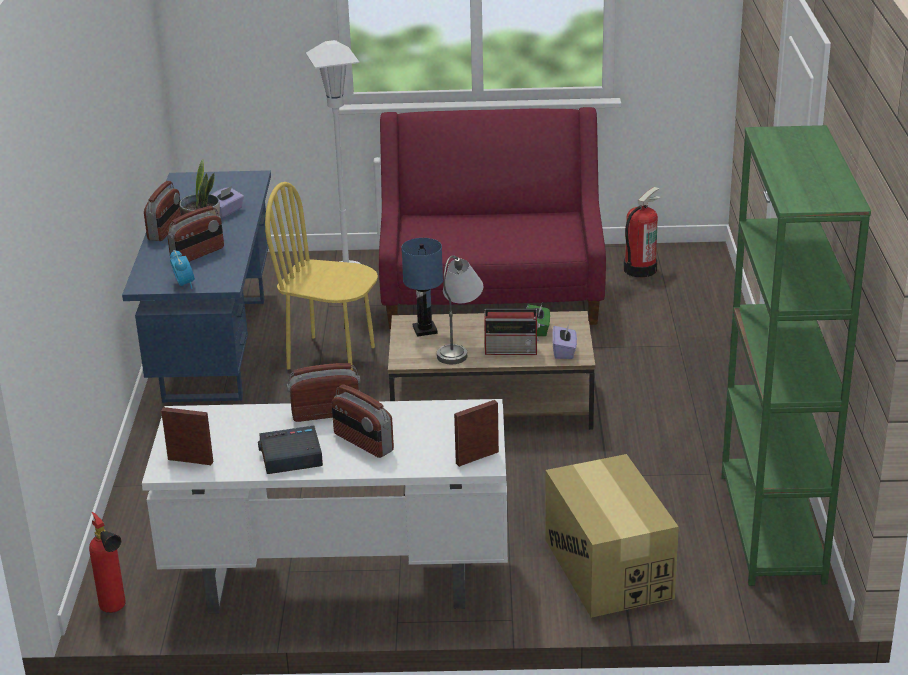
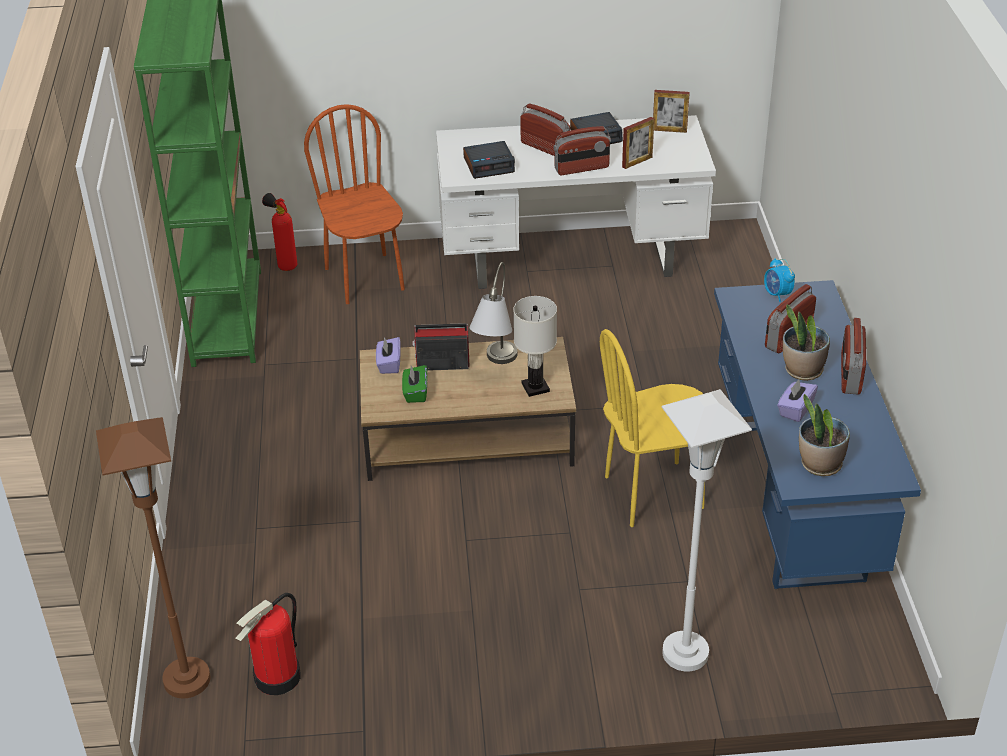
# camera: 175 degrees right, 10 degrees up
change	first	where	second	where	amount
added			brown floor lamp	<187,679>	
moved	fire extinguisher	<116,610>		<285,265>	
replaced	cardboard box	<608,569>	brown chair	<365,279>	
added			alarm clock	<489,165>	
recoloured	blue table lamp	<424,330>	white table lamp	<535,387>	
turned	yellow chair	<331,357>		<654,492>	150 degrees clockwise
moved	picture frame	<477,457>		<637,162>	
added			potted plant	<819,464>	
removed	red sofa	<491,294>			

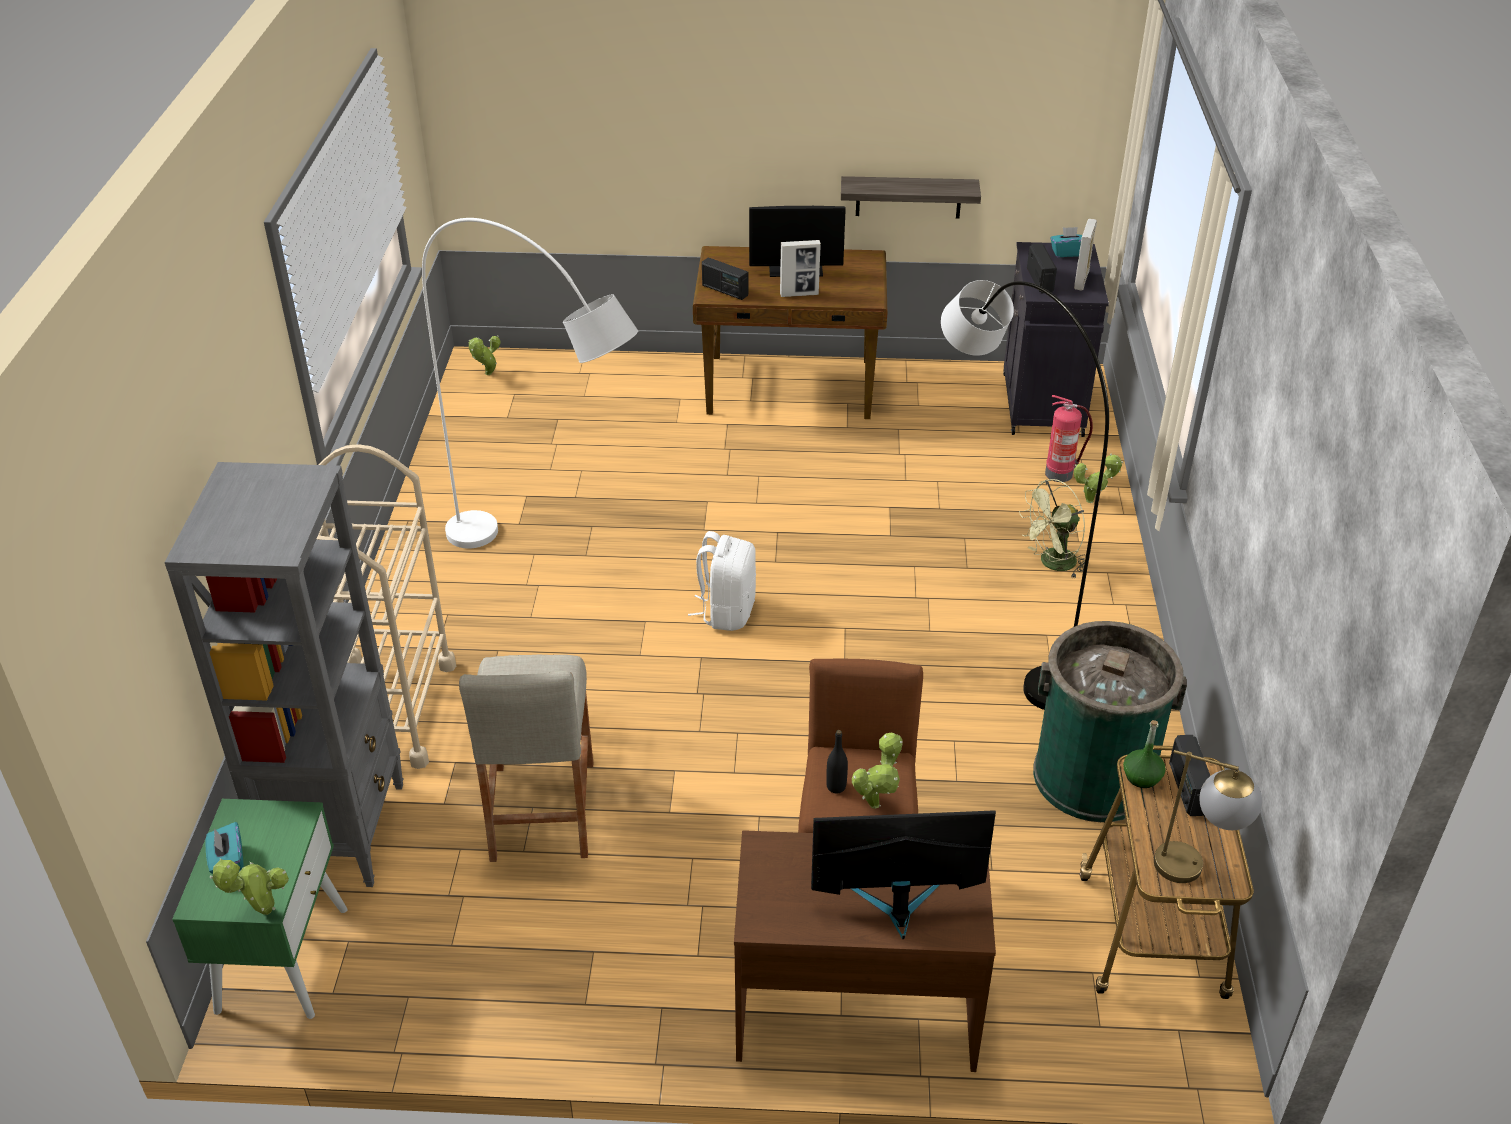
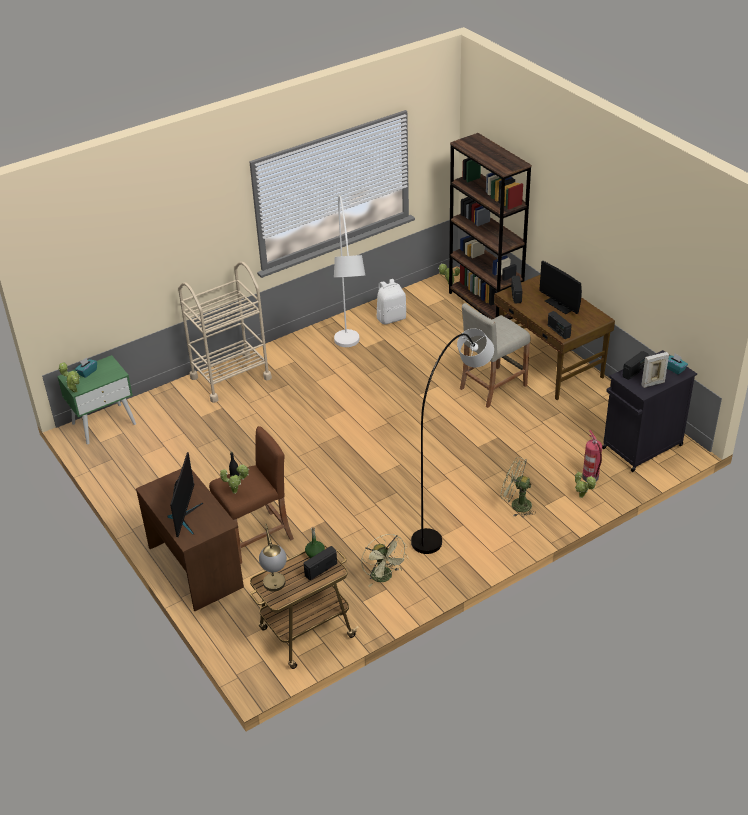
# camera: 55 degrees right, 0 degrees up
change	first	where	second	where	amount
turned	monitor	<897,904>		<185,517>	45 degrees clockwise
replaced	green trash can	<1093,776>	green fan	<384,577>	
moved	white backpack	<726,612>		<391,318>	
added			brown bookcase	<485,305>	
moved	beige stool	<541,810>		<493,386>	
added			radio	<558,331>	
removed	grey bookcase	<338,831>			
removed	picture frame	<799,294>			
removed	shelf	<908,197>			

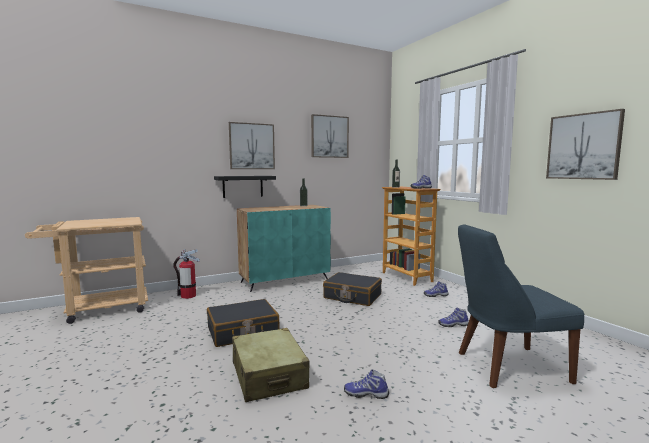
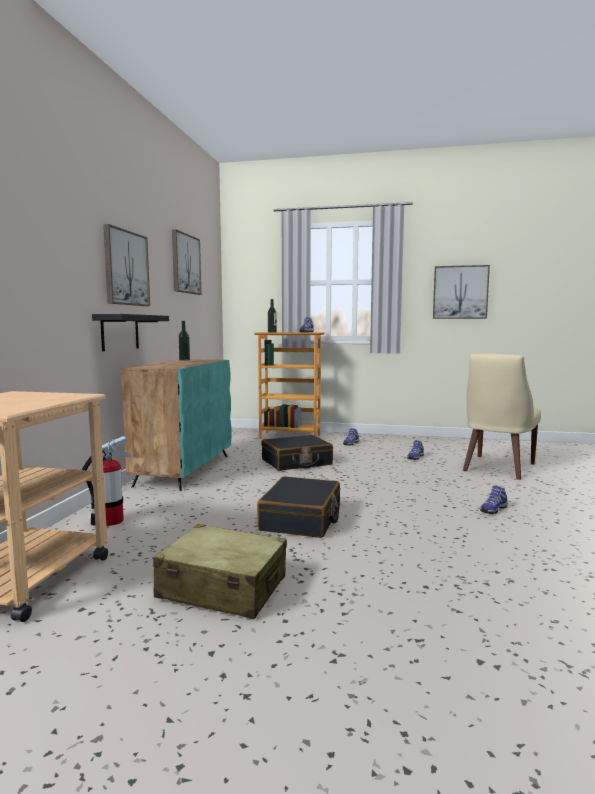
# camera: 50 degrees left, 0 degrees up
change	first	where	second	where	amount
moved	beige suitcase	<269,375>		<223,588>	
recoloured	blue chair	<507,367>	beige chair	<497,468>	

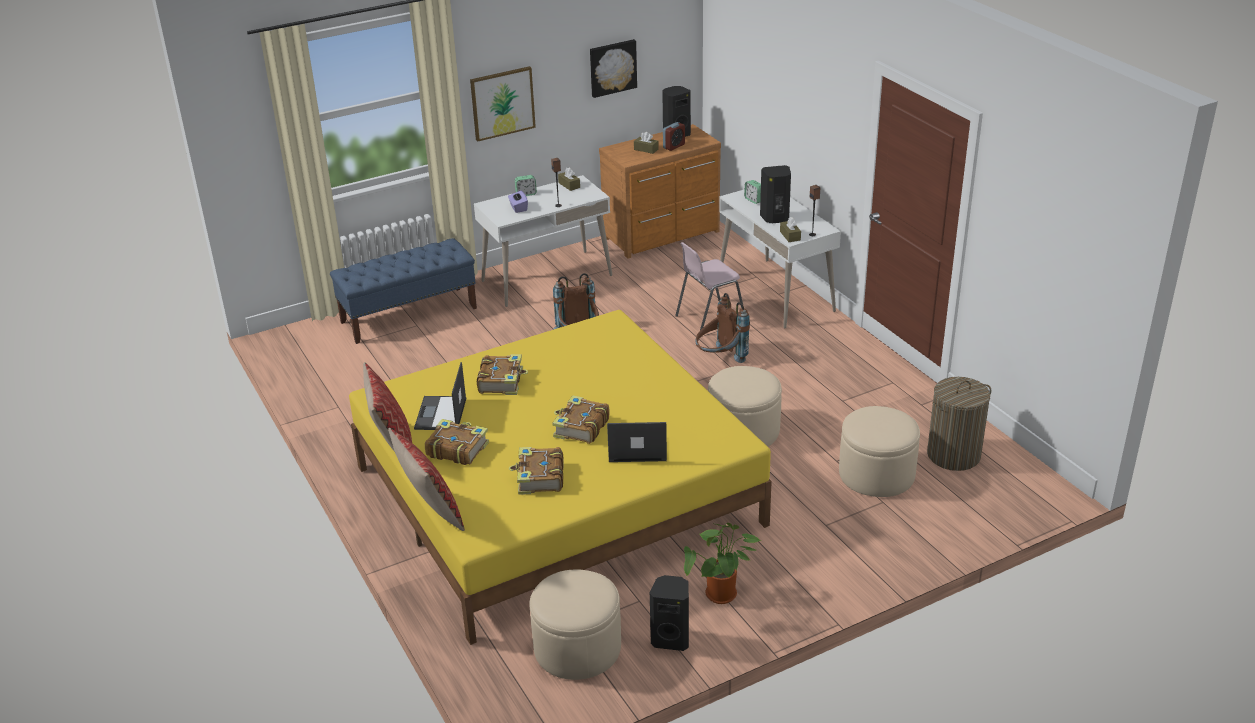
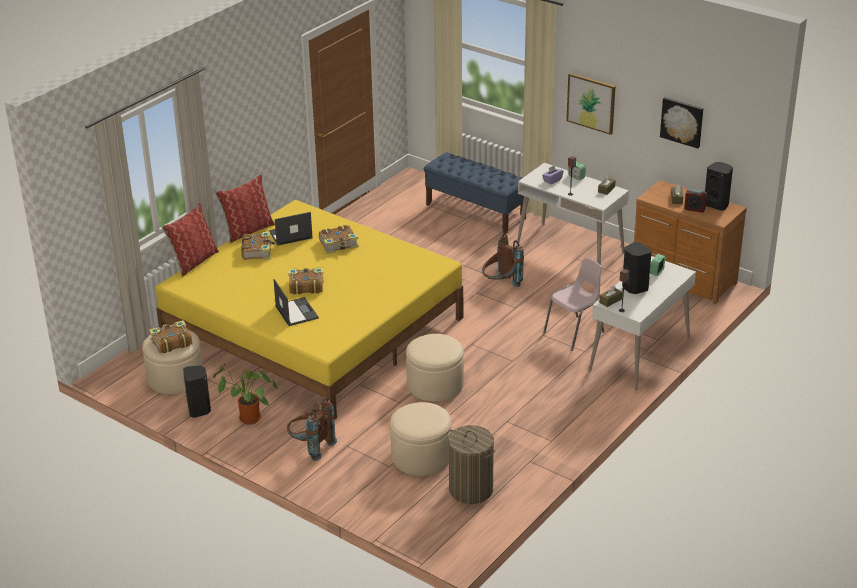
# camera: 65 degrees right, 0 degrees up
change	first	where	second	where	amount
moved	book	<539,478>		<171,342>	
moved	brown backpack	<720,360>		<310,447>	
turned	pink chair	<709,318>		<575,333>	105 degrees clockwise

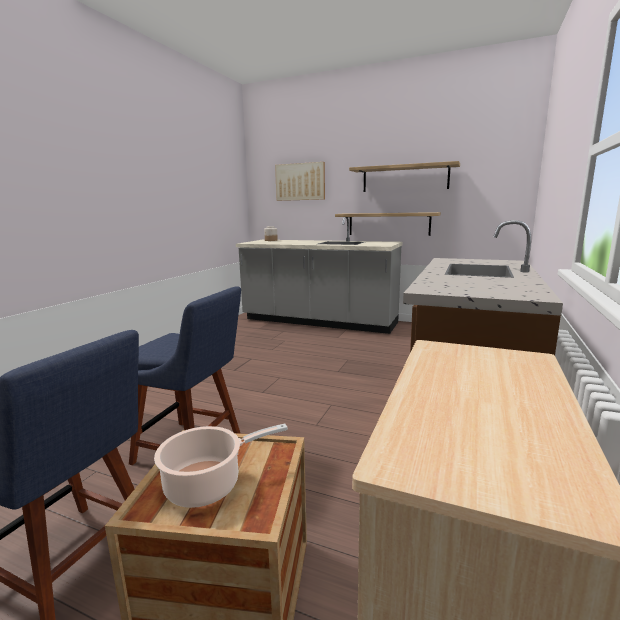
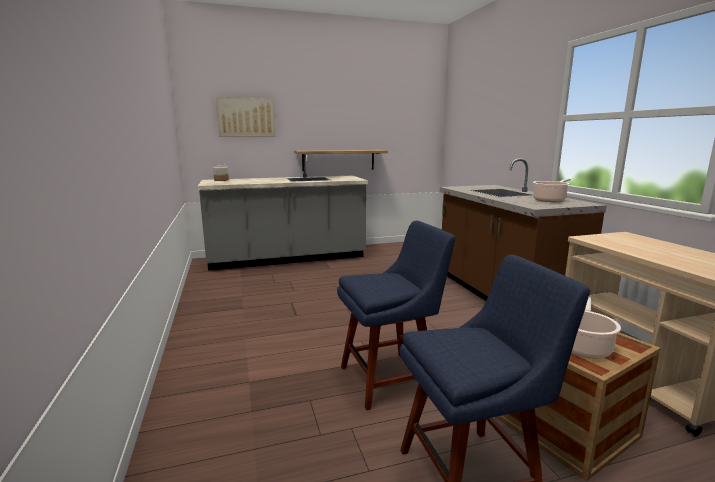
# camera: 40 degrees left, 0 degrees up
change	first	where	second	where	amount
added			cooking pot	<550,200>	
removed	shelf	<405,178>			

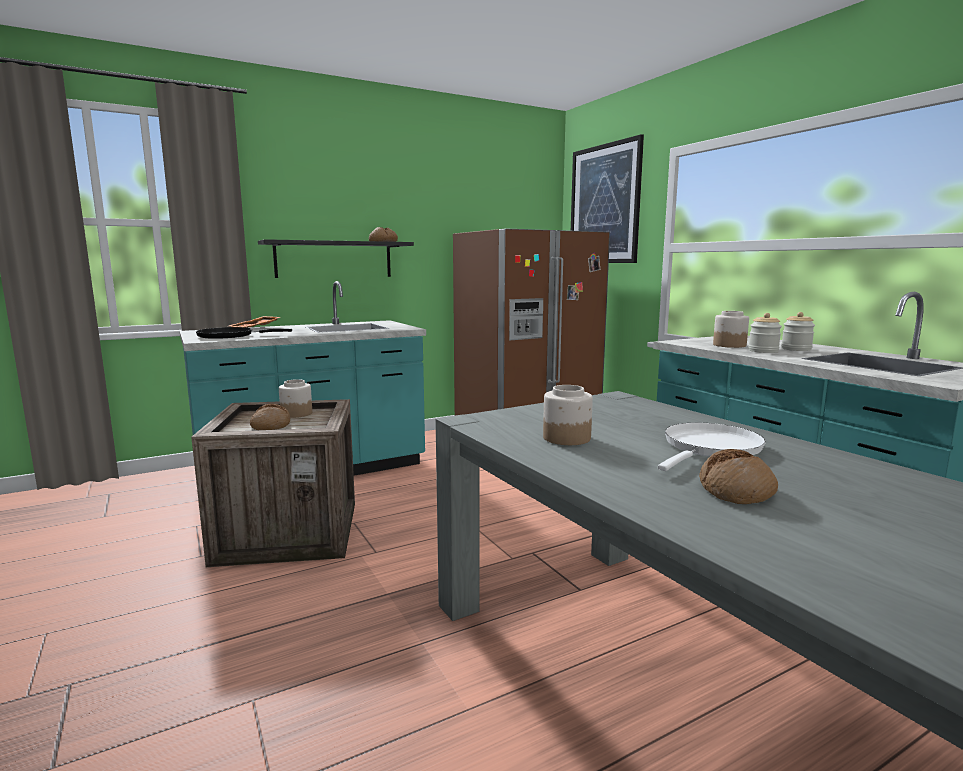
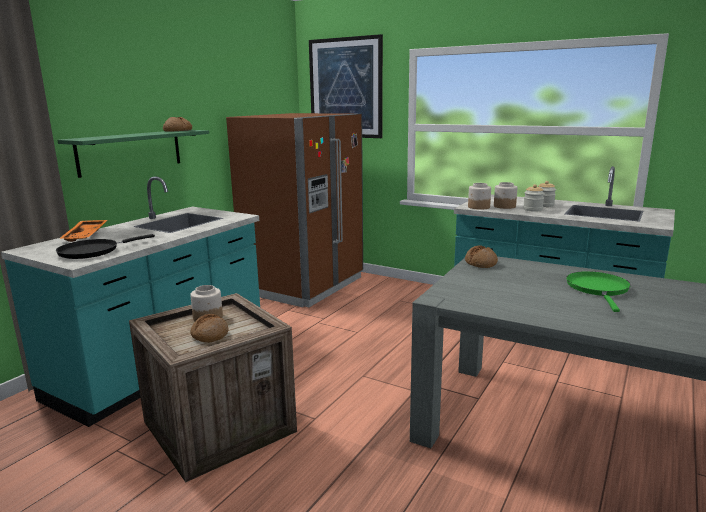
# camera: 30 degrees left, 5 degrees up
change	first	where	second	where	amount
recoloured	black shelf	<334,259>	green shelf	<131,152>	
moved	bread	<737,491>		<481,263>	
moved	jar	<566,438>		<478,207>	
recoloured	white frying pan	<709,448>	green frying pan	<598,289>	

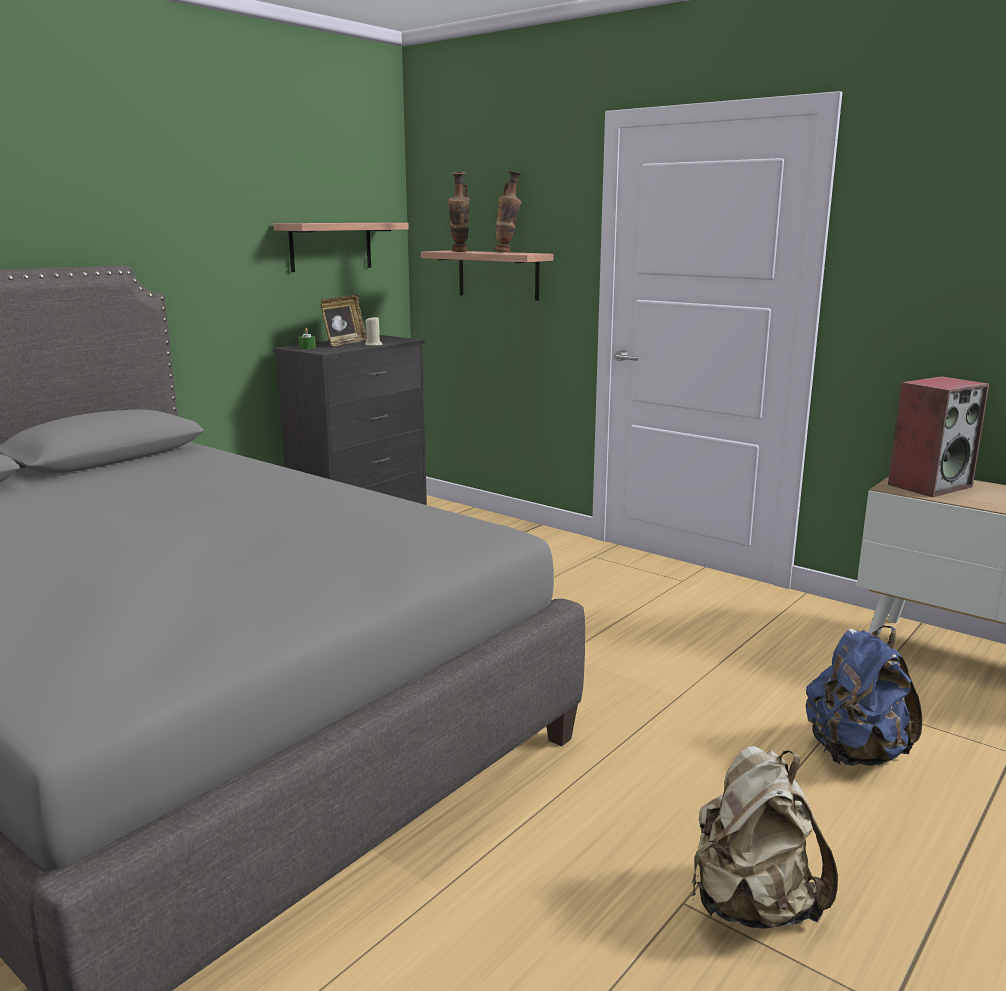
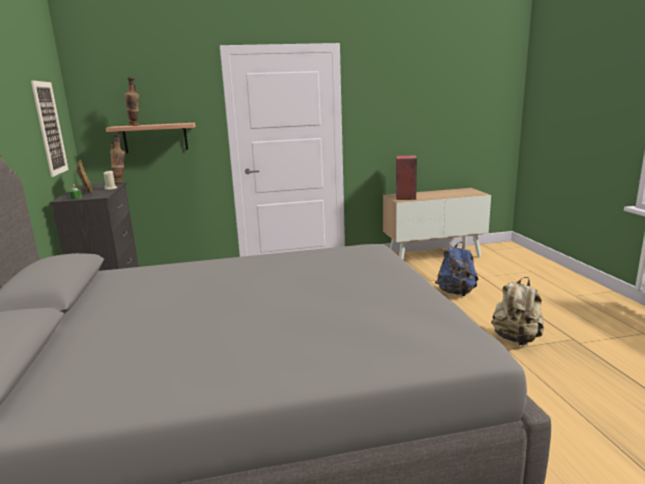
# camera: 50 degrees left, 0 degrees up
change	first	where	second	where	amount
replaced	shelf	<331,246>	picture	<50,128>	
moved	vase	<507,252>		<121,182>	

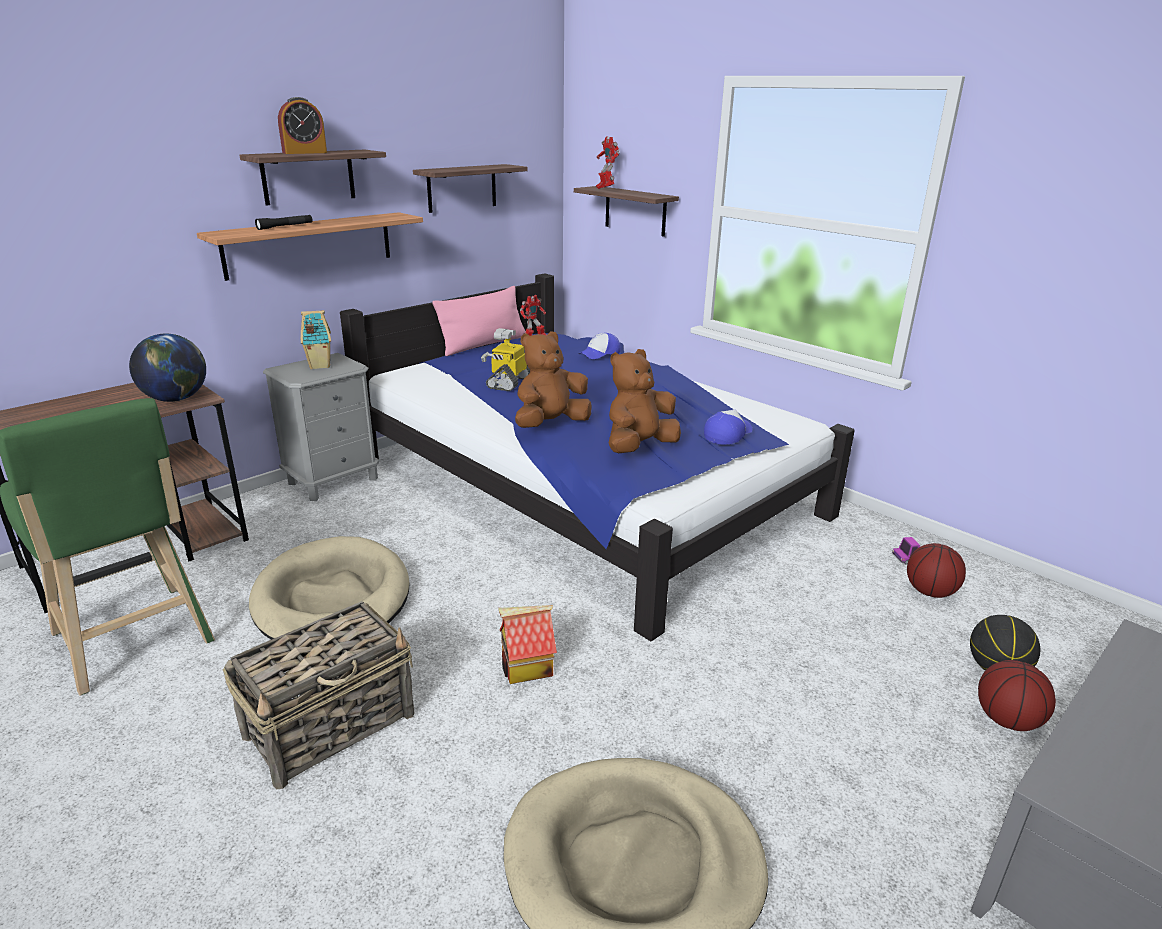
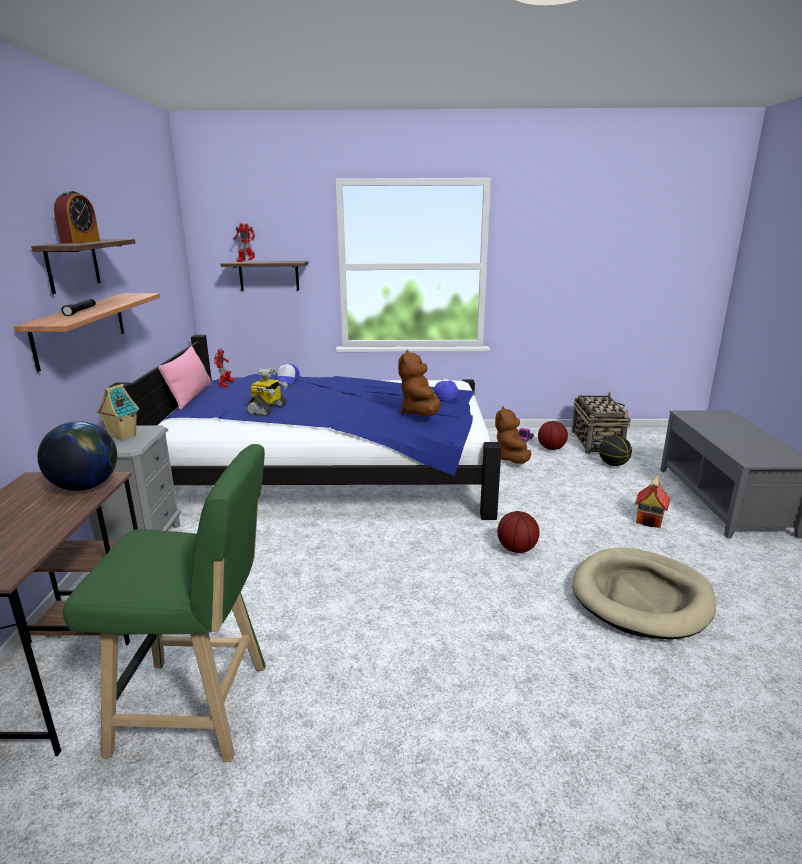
# camera: 45 degrees left, 5 degrees down
change	first	where	second	where	amount
turned	toy robot	<509,382>		<267,409>	135 degrees counterclockwise
moved	brown plush toy	<550,424>		<512,459>	
moved	basketball	<1007,720>		<517,549>	
moved	basket	<332,724>		<596,442>	
moved	toy house	<526,668>		<650,520>	
removed	beige dog bed	<332,599>			
removed	shelf	<462,188>			

